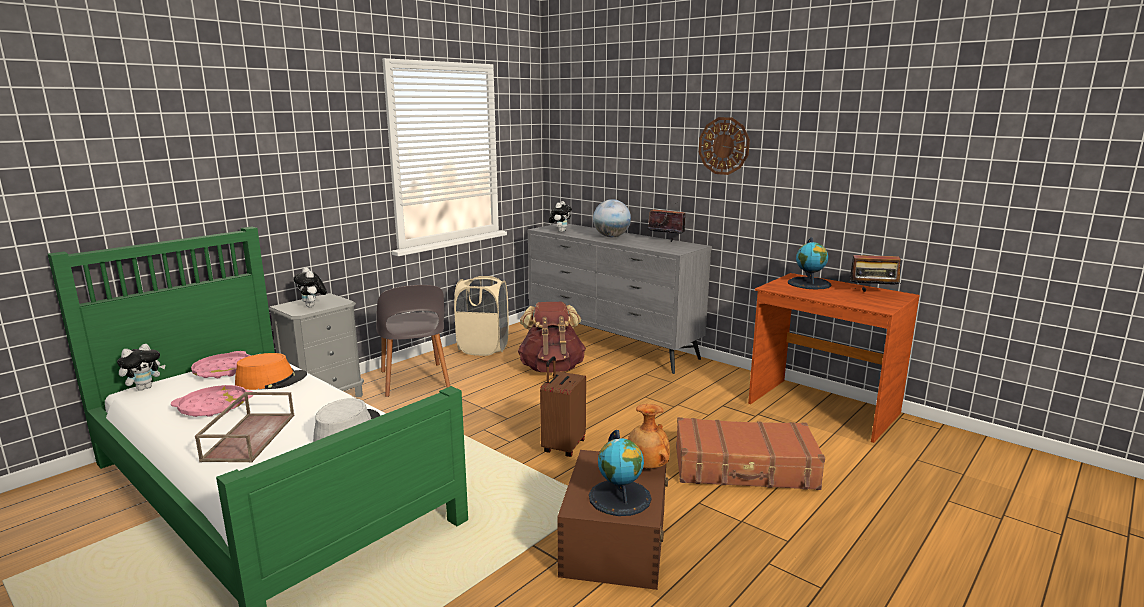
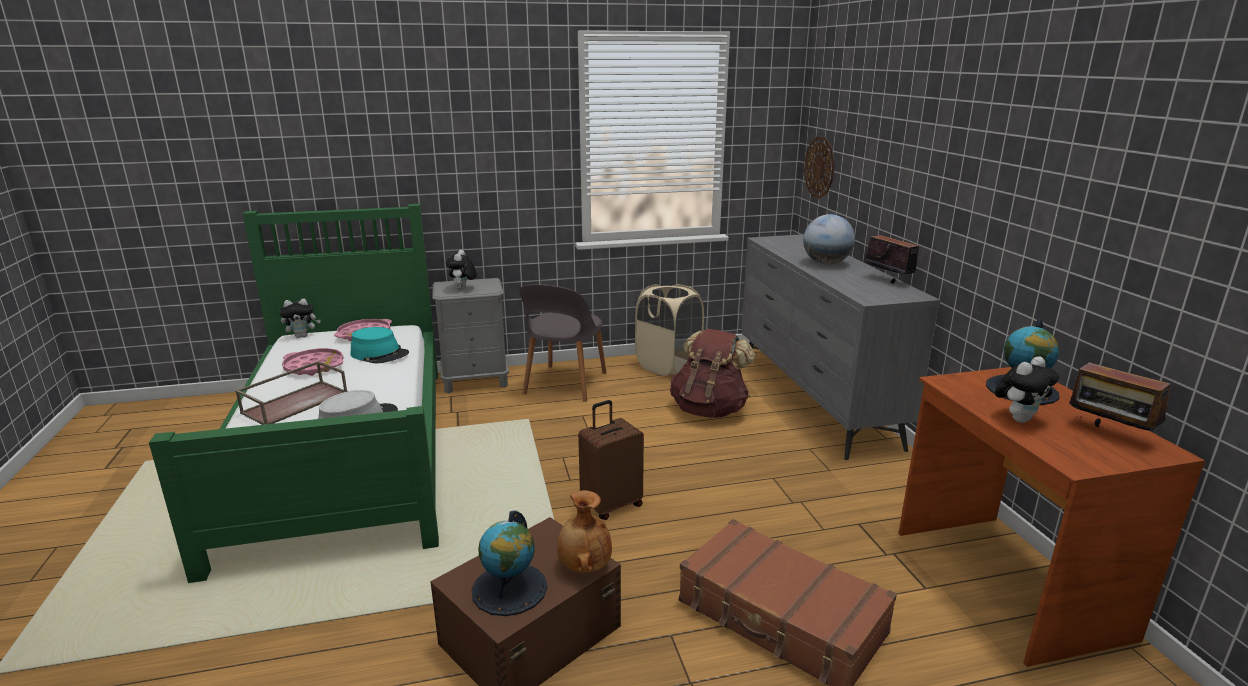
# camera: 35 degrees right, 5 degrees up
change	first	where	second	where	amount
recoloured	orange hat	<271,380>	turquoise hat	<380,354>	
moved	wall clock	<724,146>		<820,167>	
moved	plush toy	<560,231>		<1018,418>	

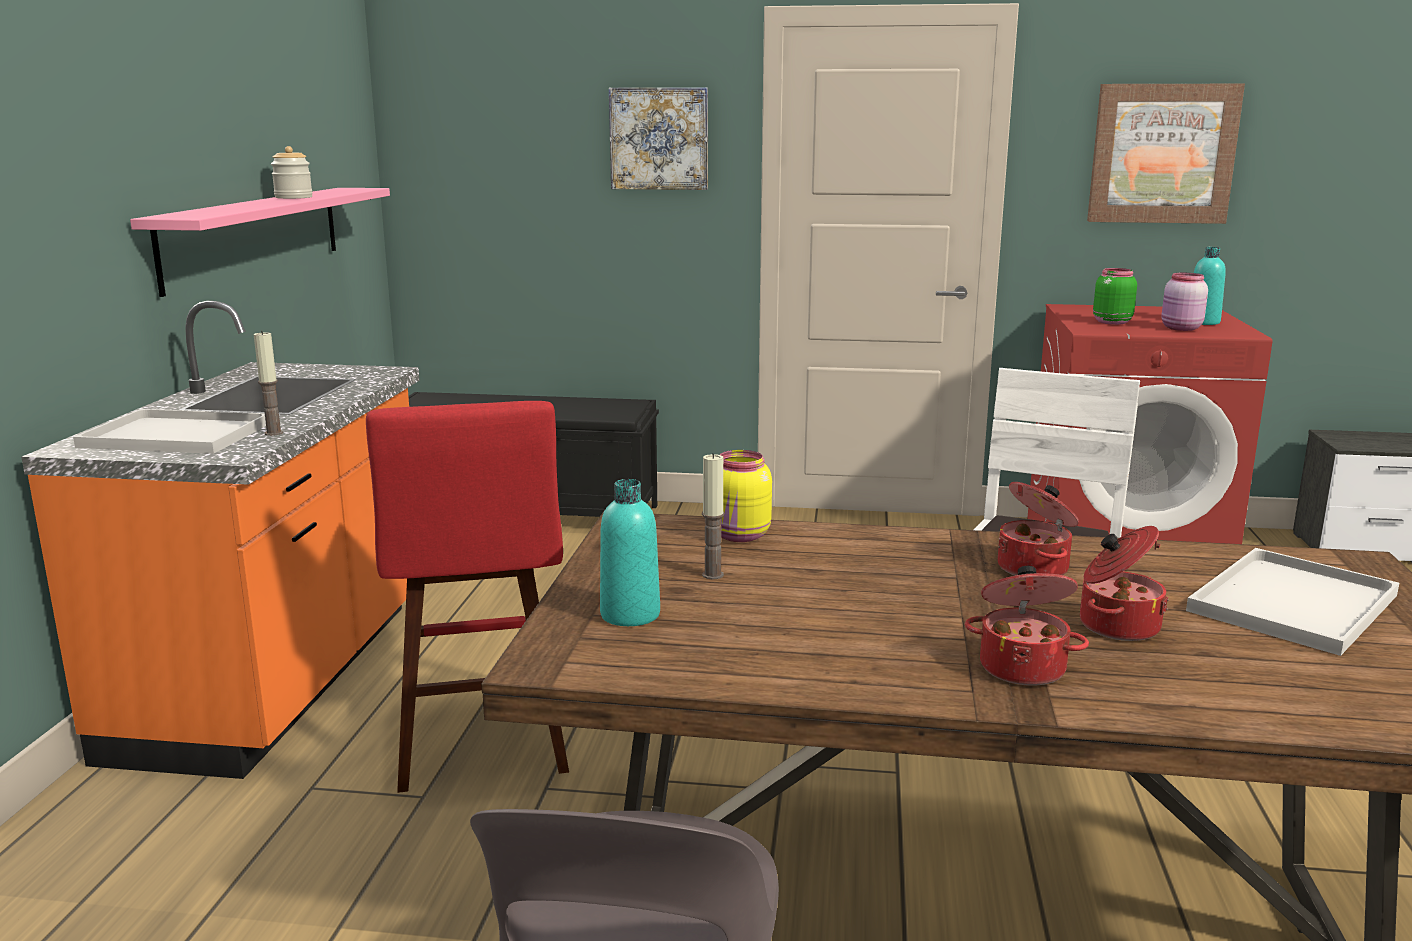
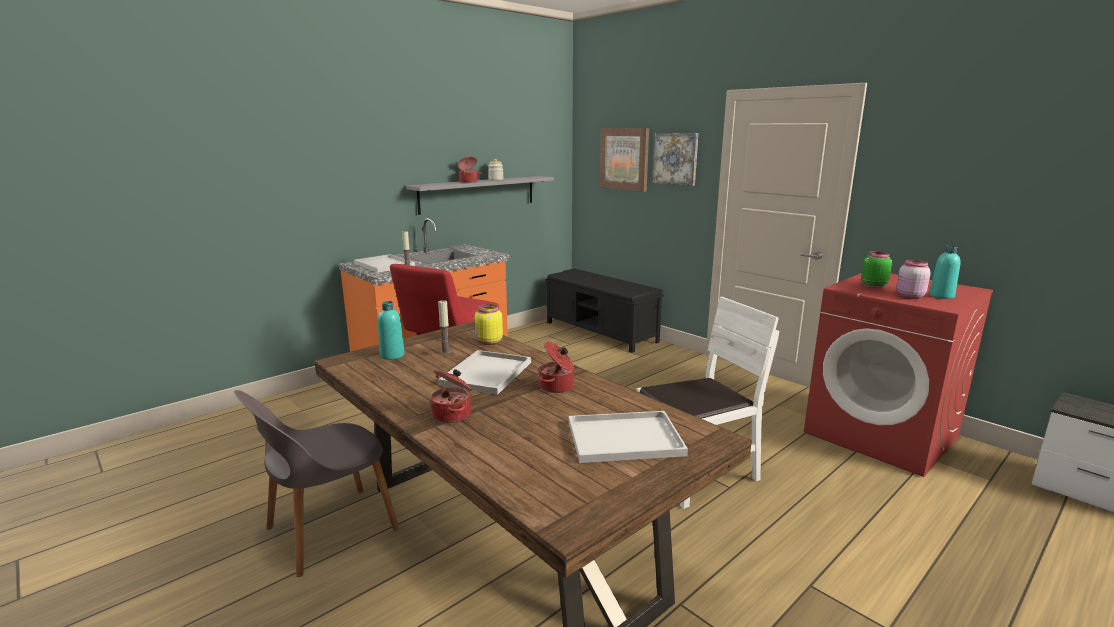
# camera: 40 degrees right, 0 degrees up
change	first	where	second	where	amount
recoloured	pink shelf	<255,235>	grey shelf	<478,194>	
added			white tray	<487,374>	
moved	cooking pot	<1116,625>		<468,181>	
moved	picture	<1162,154>		<624,159>	

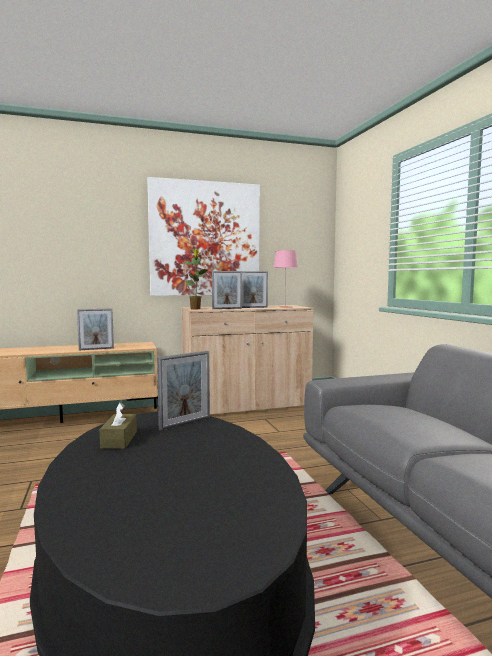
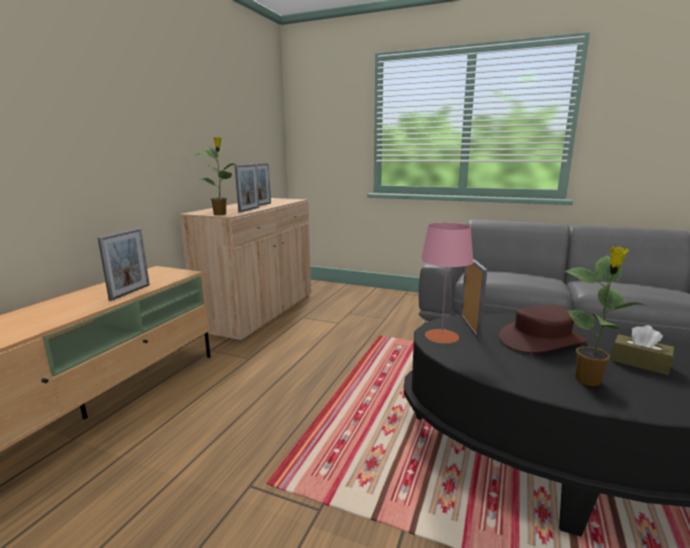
# camera: 50 degrees left, 10 degrees up
change	first	where	second	where	amount
moved	pink table lamp	<285,307>		<441,336>	
added			brown hat	<541,339>	
added			potted plant	<589,381>	
moved	brown tissue box	<119,440>		<640,363>	
removed	picture	<205,239>			

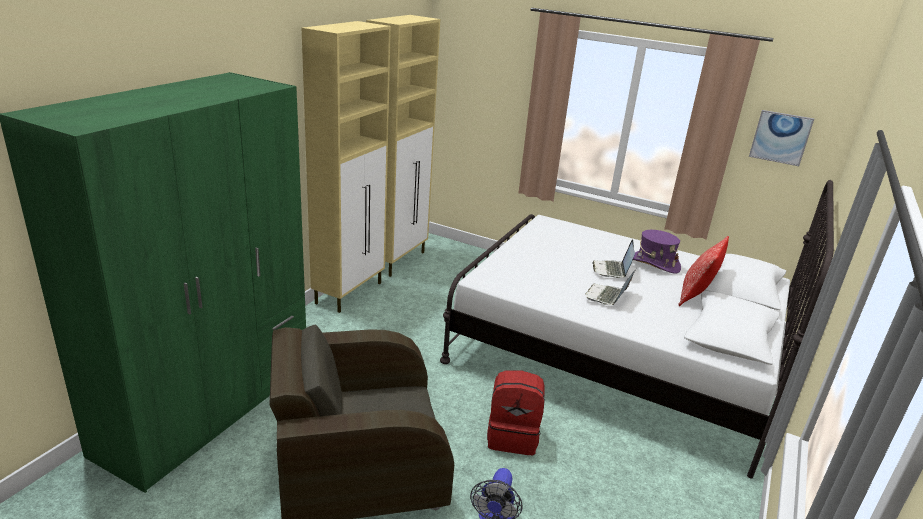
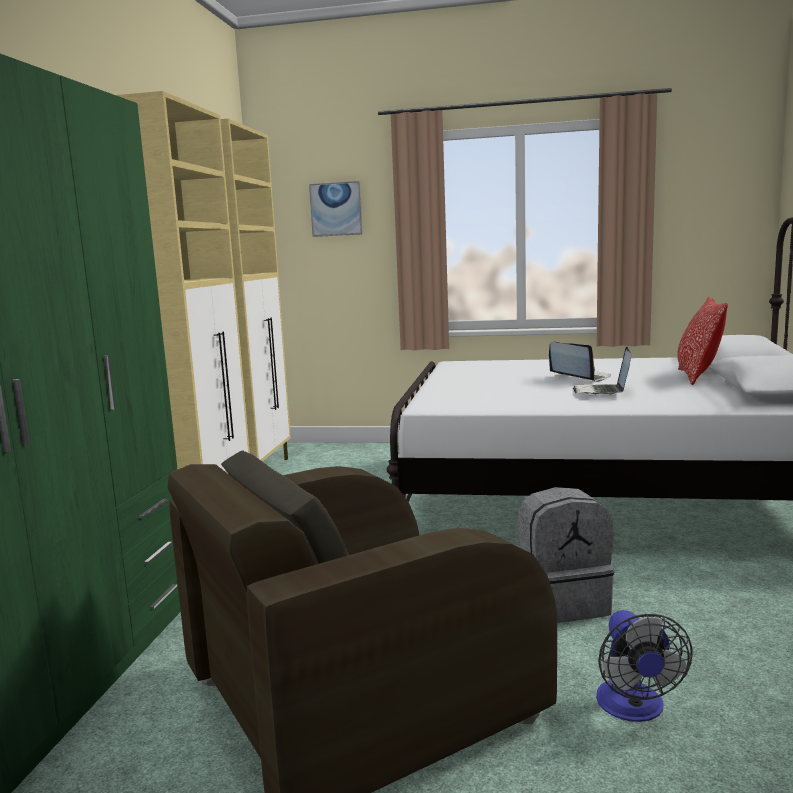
# camera: 15 degrees left, 15 degrees down
change	first	where	second	where	amount
moved	picture	<780,137>		<336,209>	
recoloured	red backpack	<513,436>	grey backpack	<562,603>	
turned	laptop	<612,270>		<579,377>	150 degrees clockwise
removed	purple hat	<654,264>			

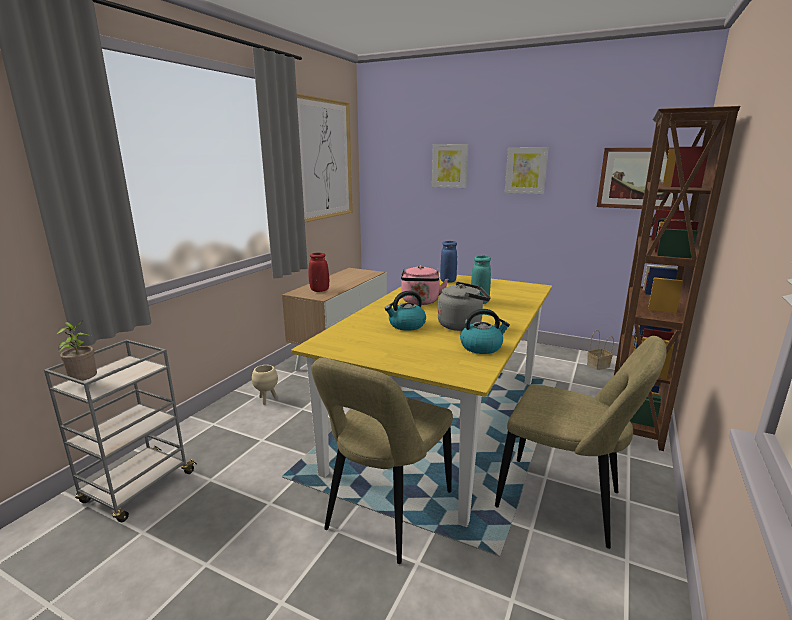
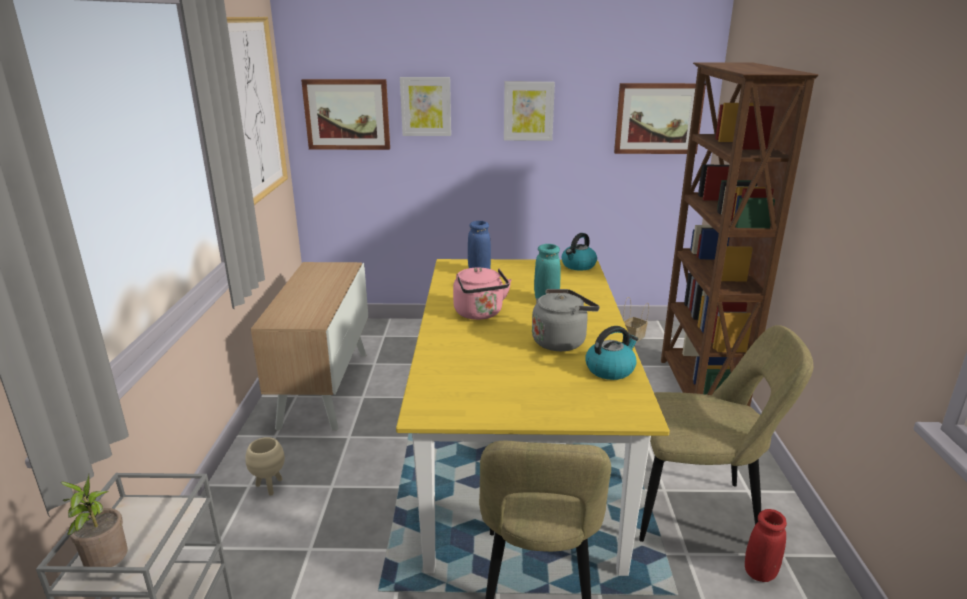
# camera: 25 degrees left, 5 degrees up
change	first	where	second	where	amount
added			picture	<347,114>	
moved	kettle	<406,325>		<578,266>	
moved	red vase	<319,290>		<760,573>	

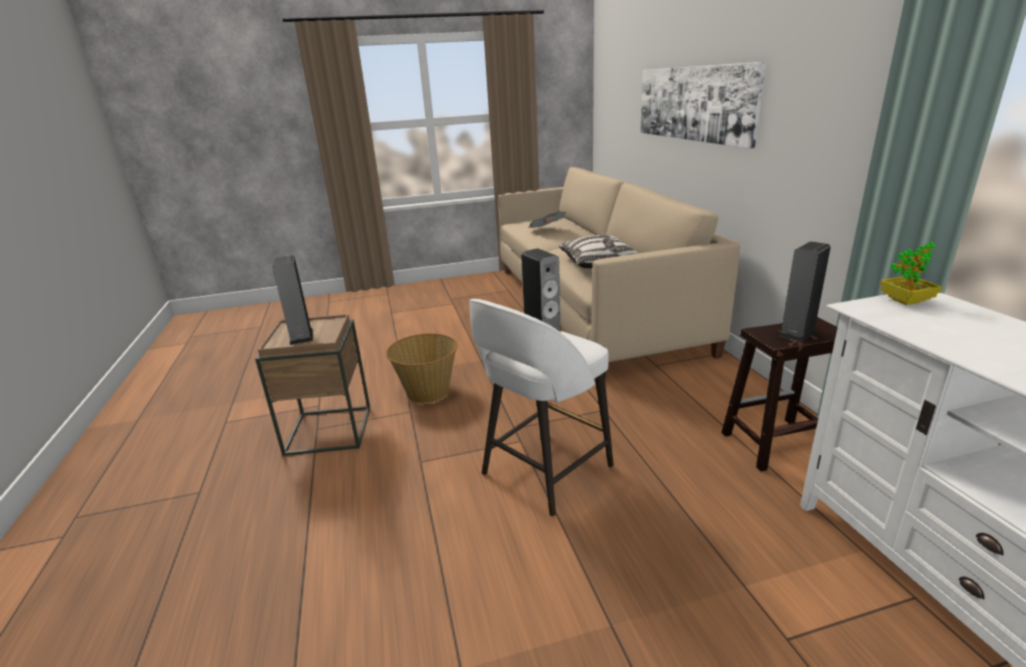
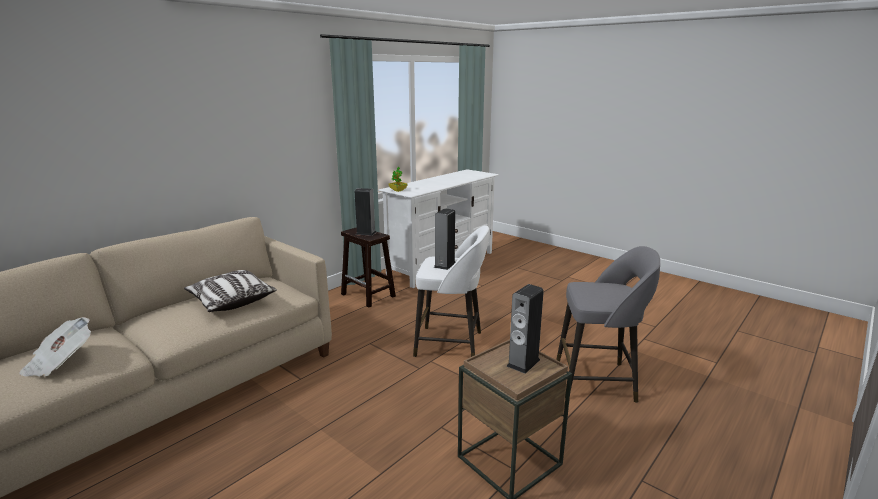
# camera: 125 degrees left, 5 degrees down
change	first	where	second	where	amount
added			grey stool	<597,380>	
removed	basket	<428,391>			
removed	picture	<694,103>			

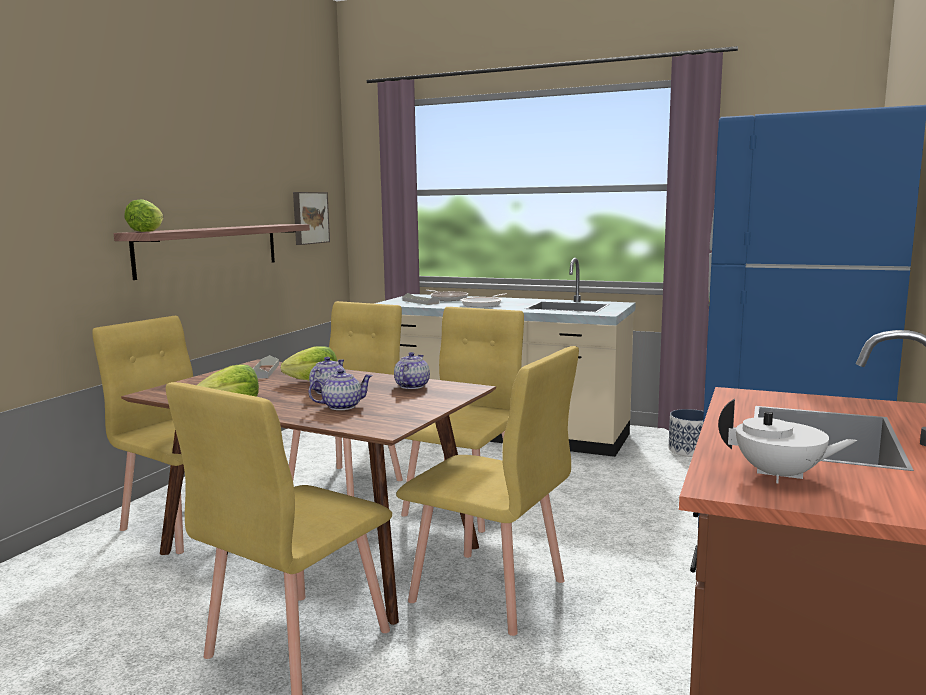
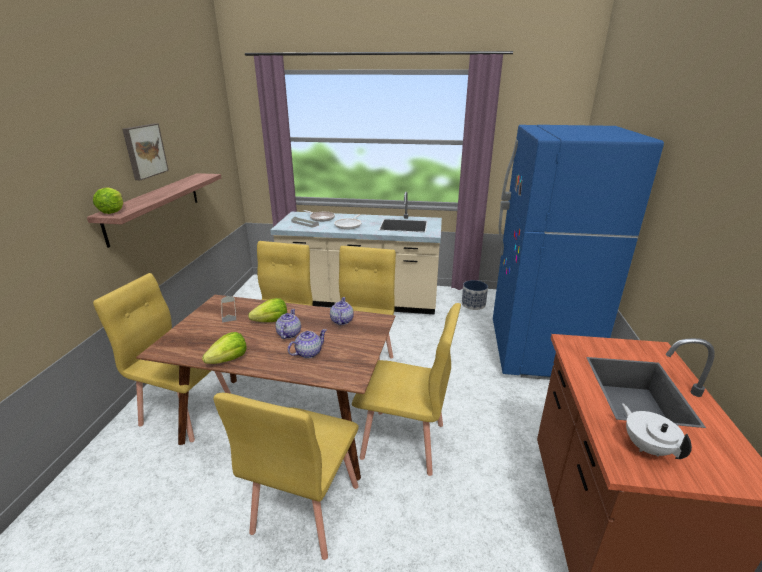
# camera: 15 degrees left, 15 degrees up
change	first	where	second	where	amount
moved	picture	<309,218>		<144,151>	
turned	white teapot	<779,476>		<647,447>	120 degrees counterclockwise

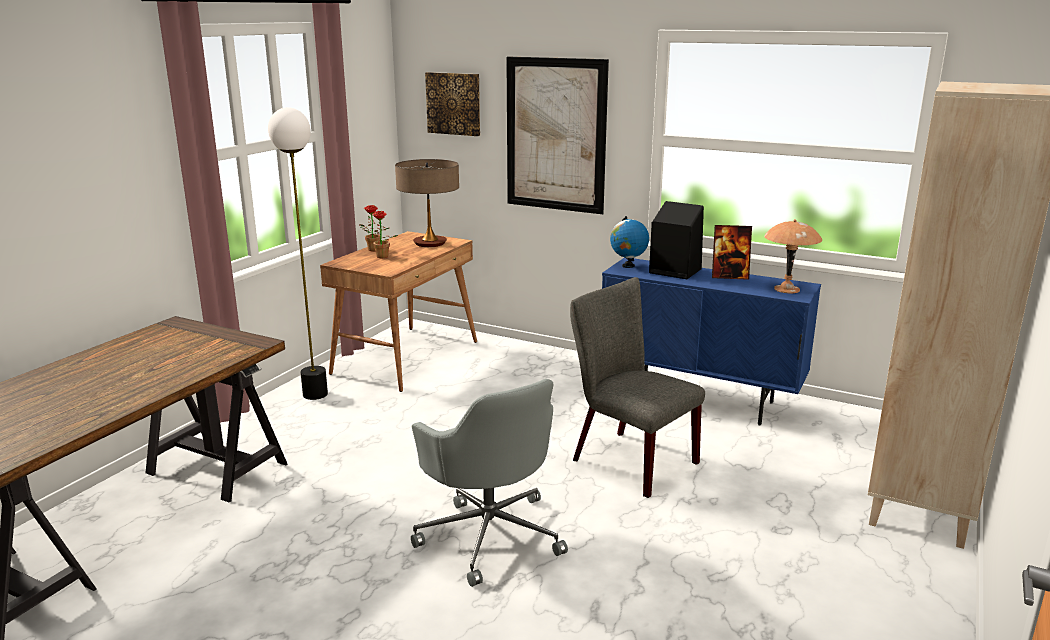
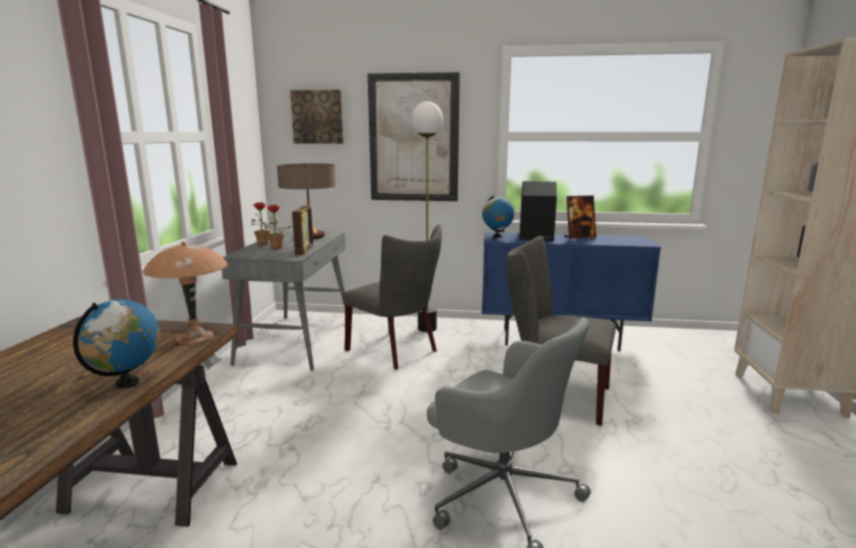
# camera: 20 degrees left, 5 degrees down
change	first	where	second	where	amount
added			globe	<127,383>	
moved	brown table lamp	<787,289>		<196,337>	
recoloured	brown desk	<406,357>	grey desk	<297,341>	
added			picture frame	<305,250>	
added			grey chair	<396,351>	
moved	floor lamp	<314,394>		<426,328>	

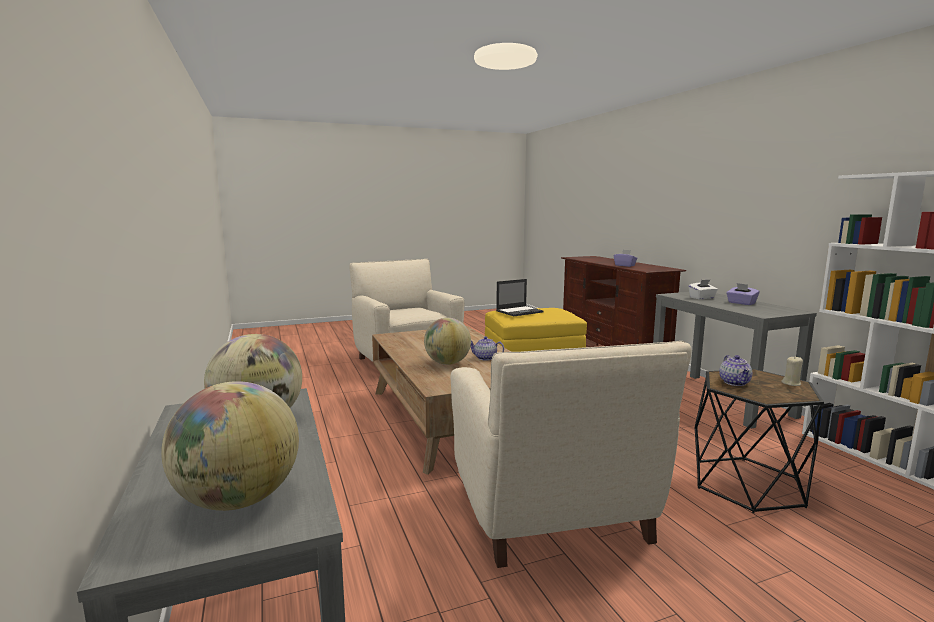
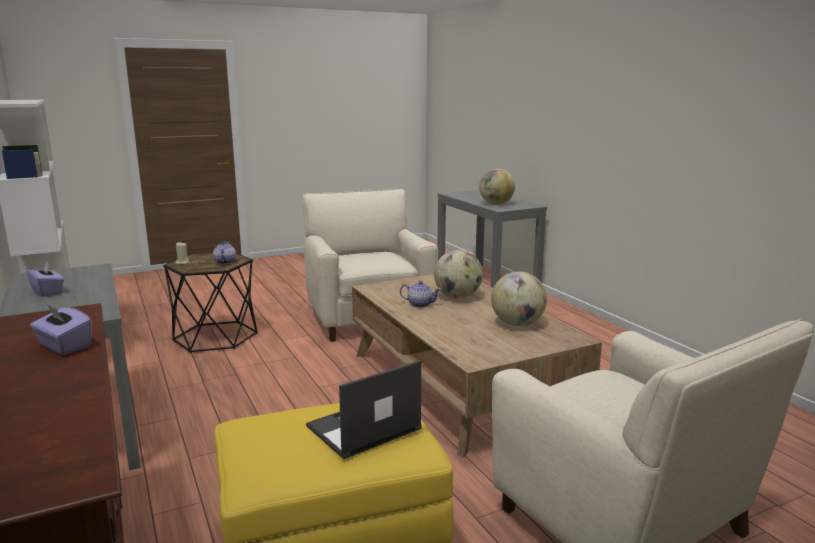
# camera: 175 degrees right, 5 degrees up
change	first	where	second	where	amount
moved	globe	<238,500>		<517,324>	
removed	white tissue box	<702,298>			

